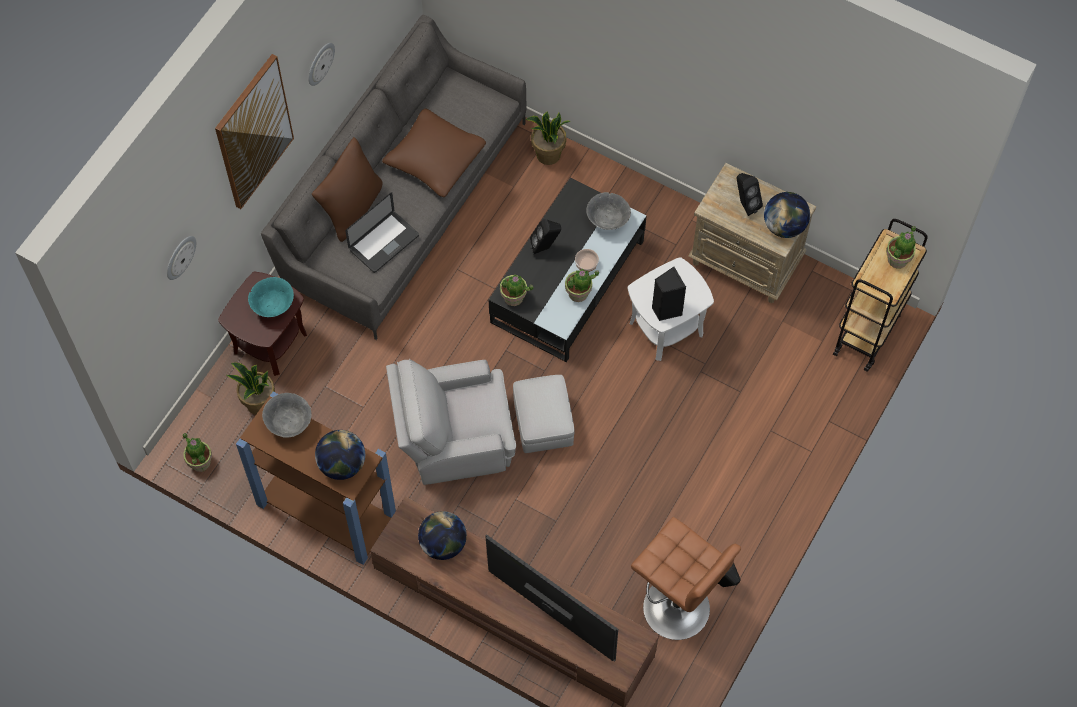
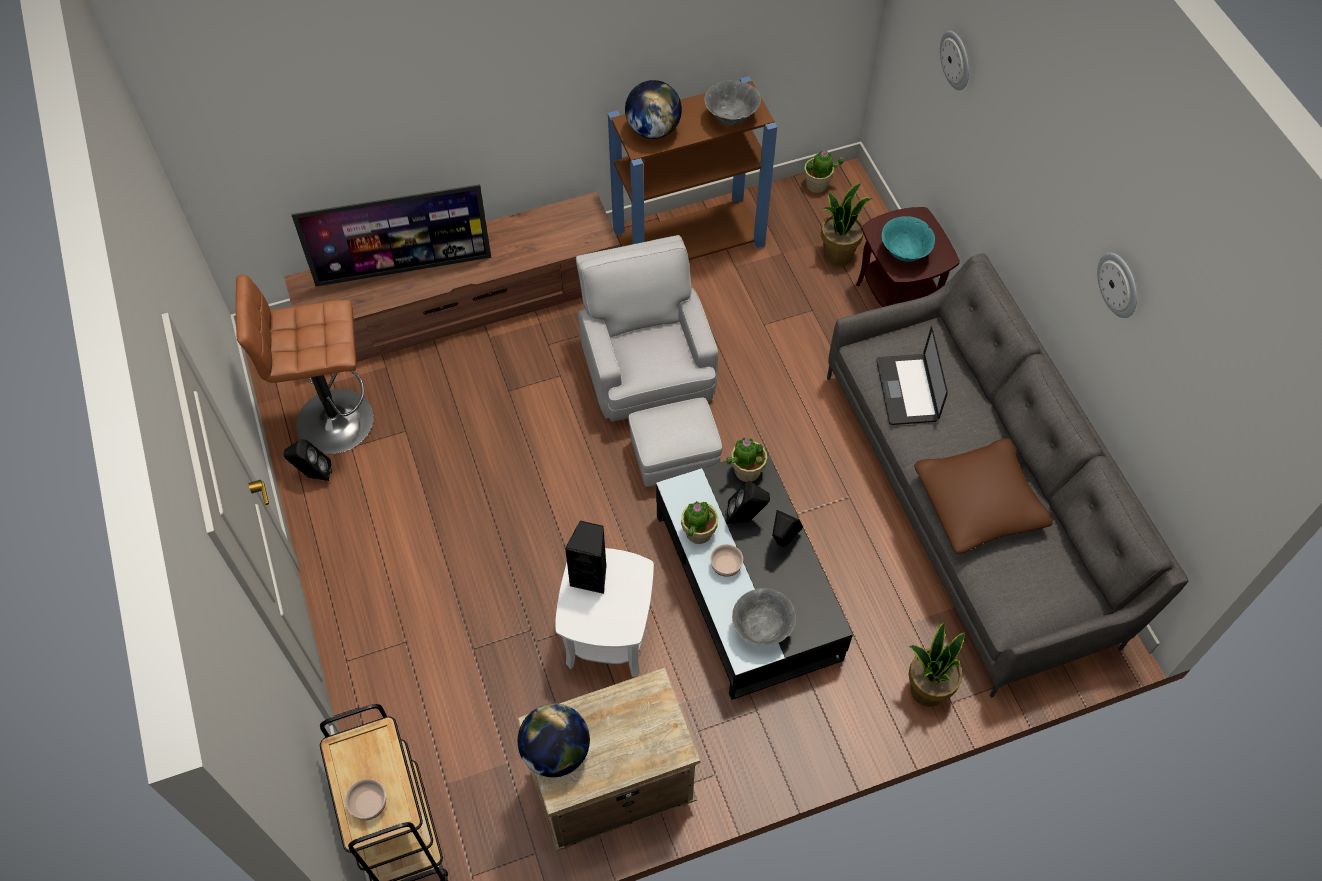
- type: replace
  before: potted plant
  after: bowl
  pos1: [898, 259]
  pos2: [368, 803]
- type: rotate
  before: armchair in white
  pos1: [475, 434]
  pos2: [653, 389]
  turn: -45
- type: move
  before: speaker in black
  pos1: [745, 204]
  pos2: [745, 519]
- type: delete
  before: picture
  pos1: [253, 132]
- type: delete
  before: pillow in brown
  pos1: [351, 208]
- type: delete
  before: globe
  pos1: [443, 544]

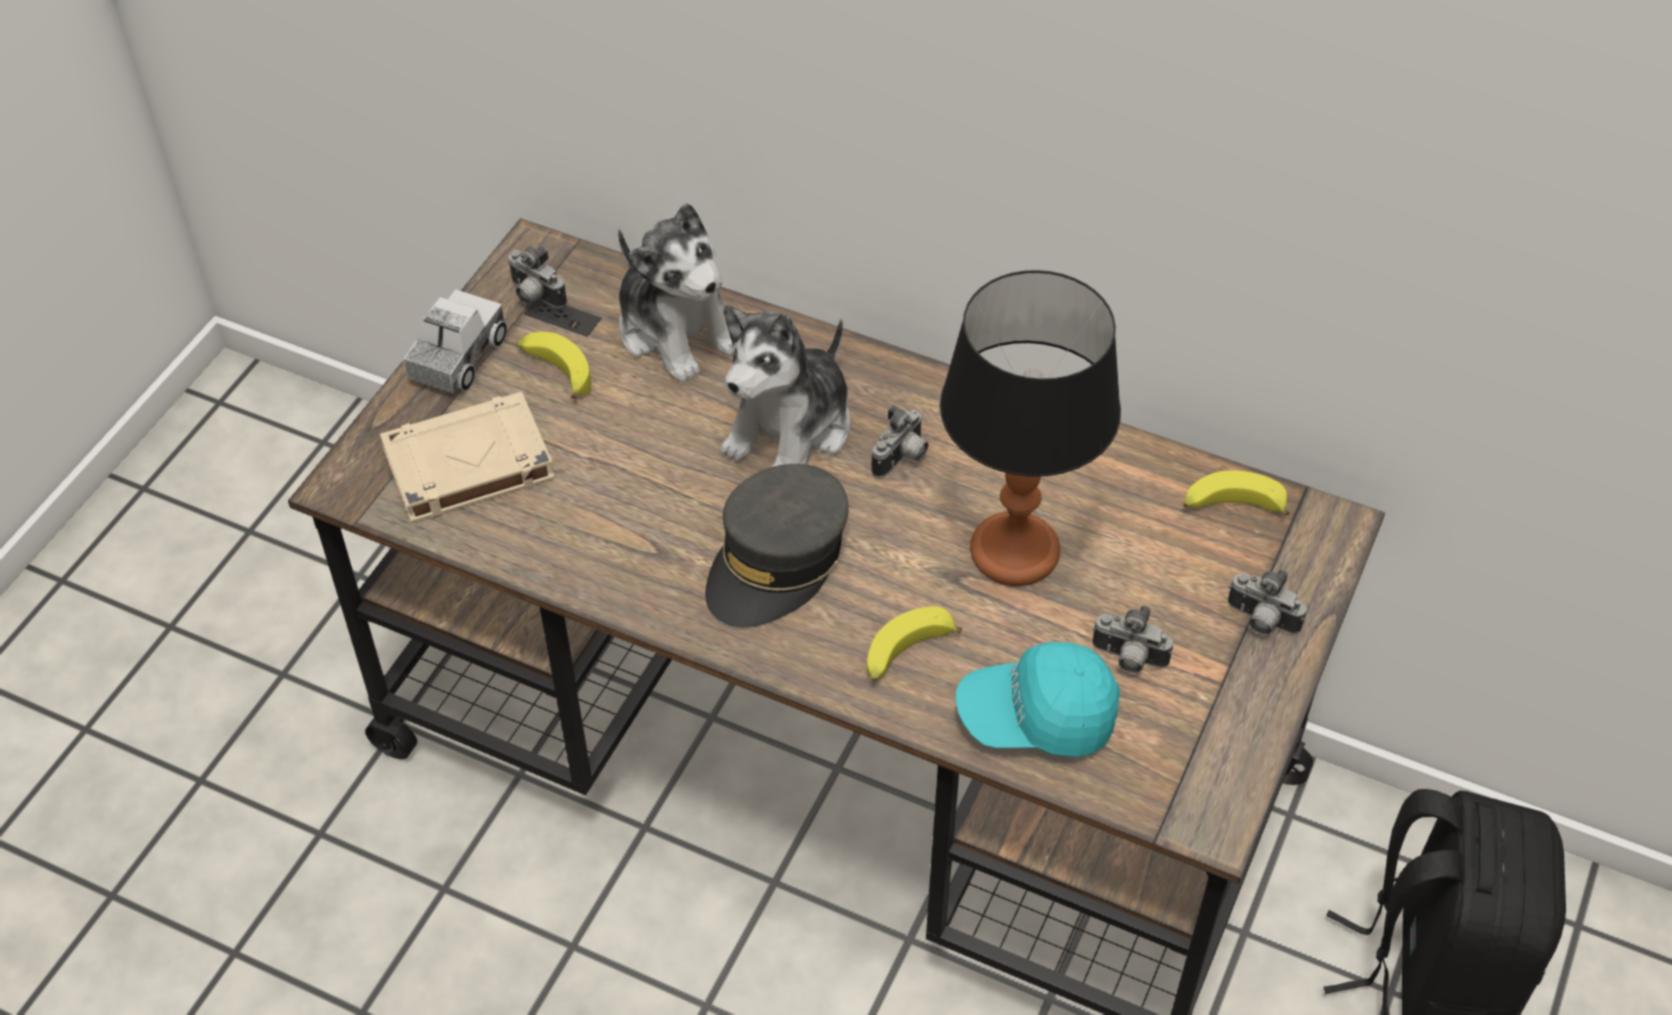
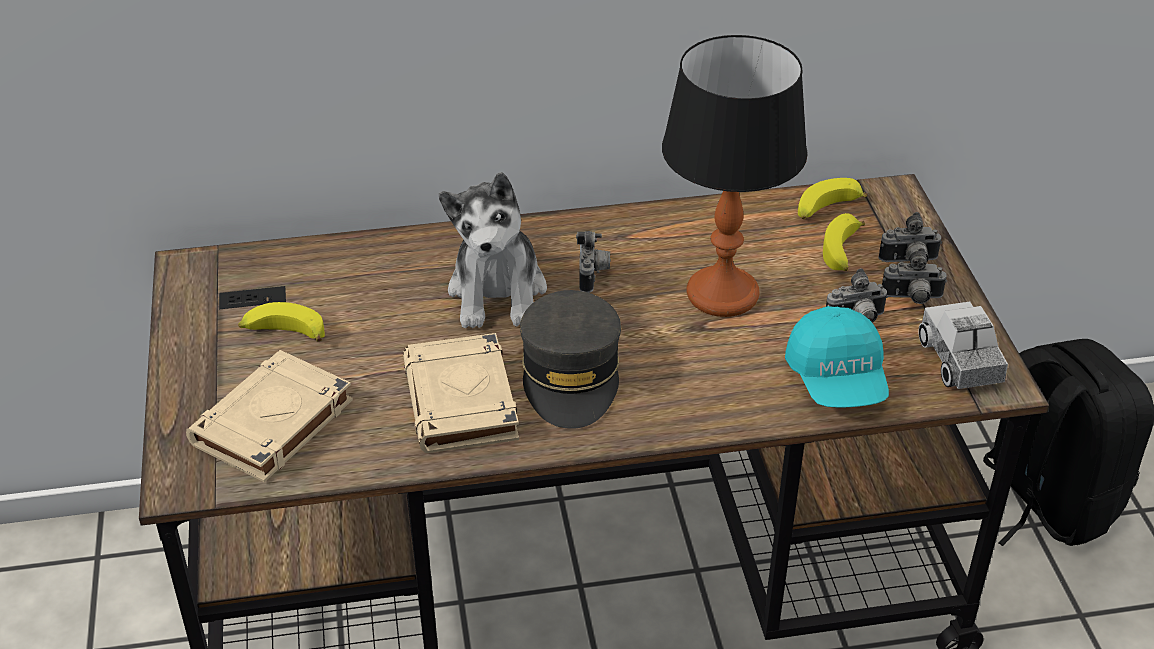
- type: insert
  after: book in beige
  pos2: [462, 402]
- type: rotate
  before: cap in turquoise
  pos1: [1037, 717]
  pos2: [837, 380]
  turn: -60
- type: move
  before: banana
  pos1: [907, 654]
  pos2: [842, 253]
- type: move
  before: photo camera
  pos1: [534, 296]
  pos2: [912, 299]
- type: move
  before: toy truck
  pos1: [457, 357]
  pos2: [960, 361]
- type: delete
  before: plush toy
  pos1: [677, 330]

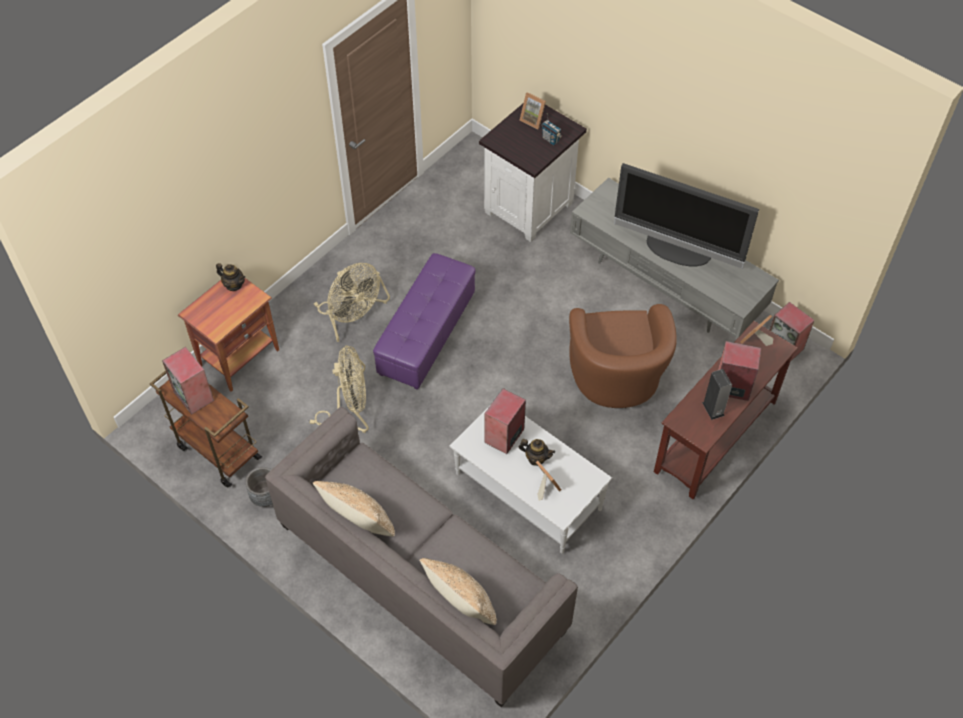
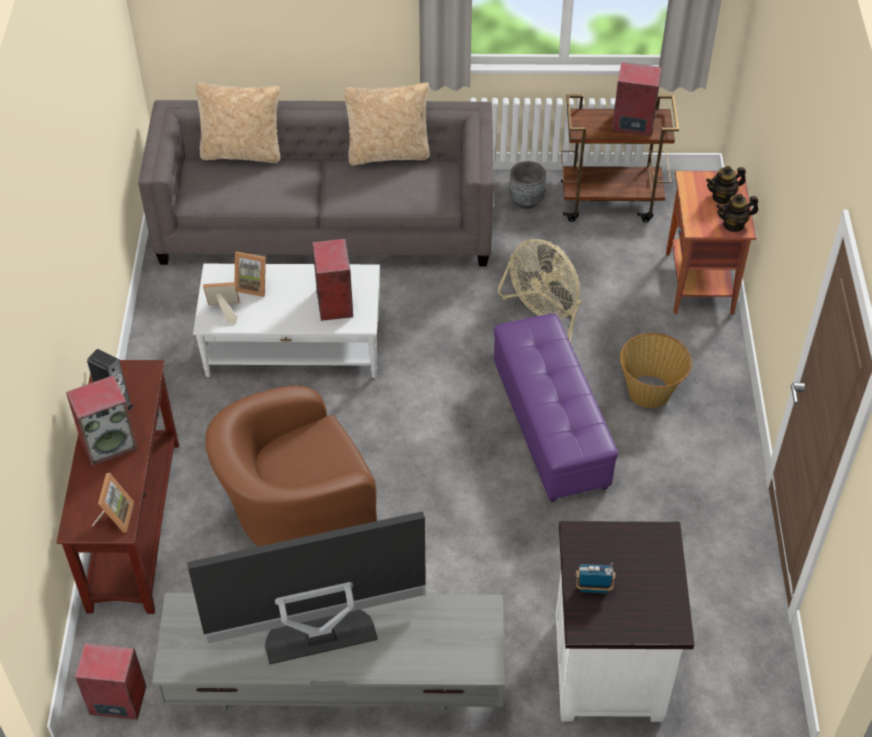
- type: move
  before: picture frame
  pos1: [533, 120]
  pos2: [224, 311]
- type: rotate
  before: armchair in brown
  pos1: [616, 380]
  pos2: [297, 515]
  turn: -75
- type: replace
  before: fan in beige
  after: basket
  pos1: [350, 315]
  pos2: [650, 391]
- type: move
  before: teapot
  pos1: [536, 458]
  pos2: [722, 197]

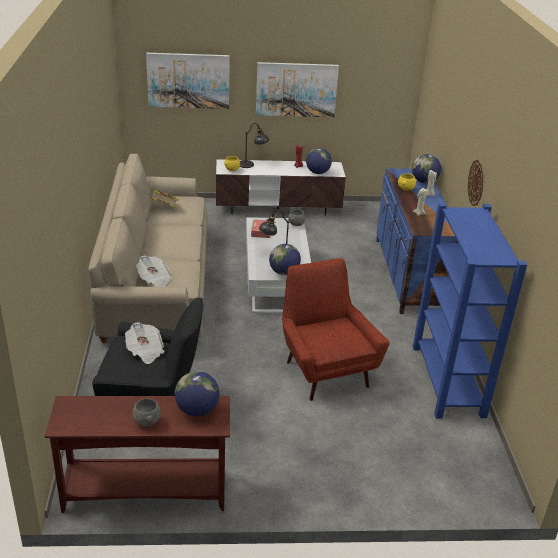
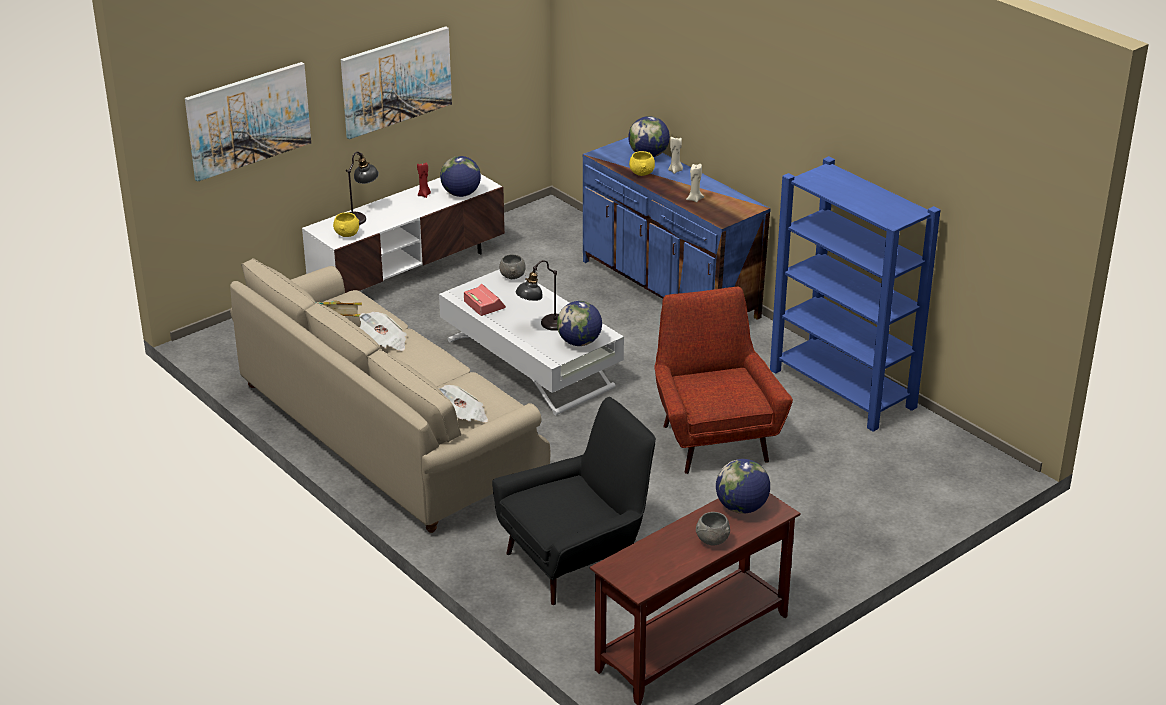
- type: move
  before: newspaper
  pos1: [145, 351]
  pos2: [384, 342]
- type: rotate
  before: armchair in red
  pos1: [325, 370]
  pos2: [713, 439]
  turn: 45
- type: delete
  before: wall clock
  pos1: [476, 183]

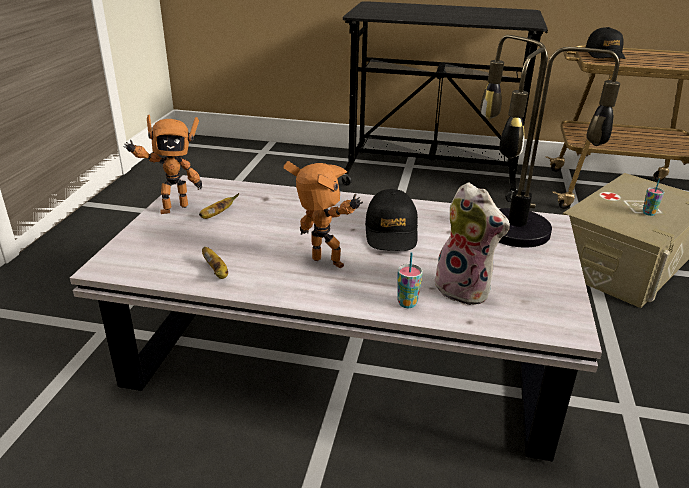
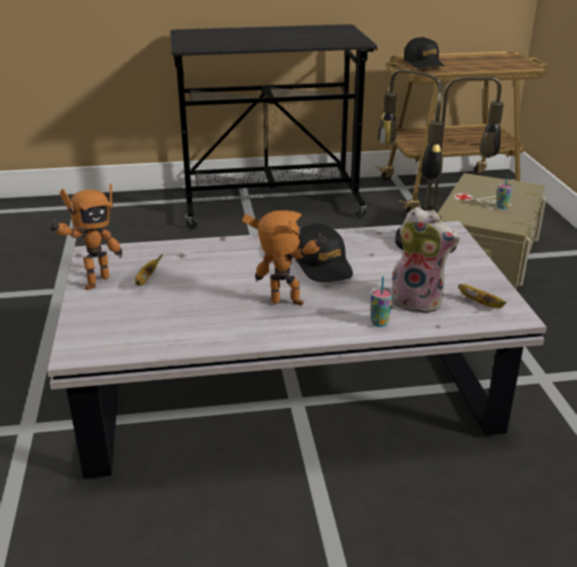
- type: move
  before: banana
  pos1: [217, 272]
  pos2: [482, 304]

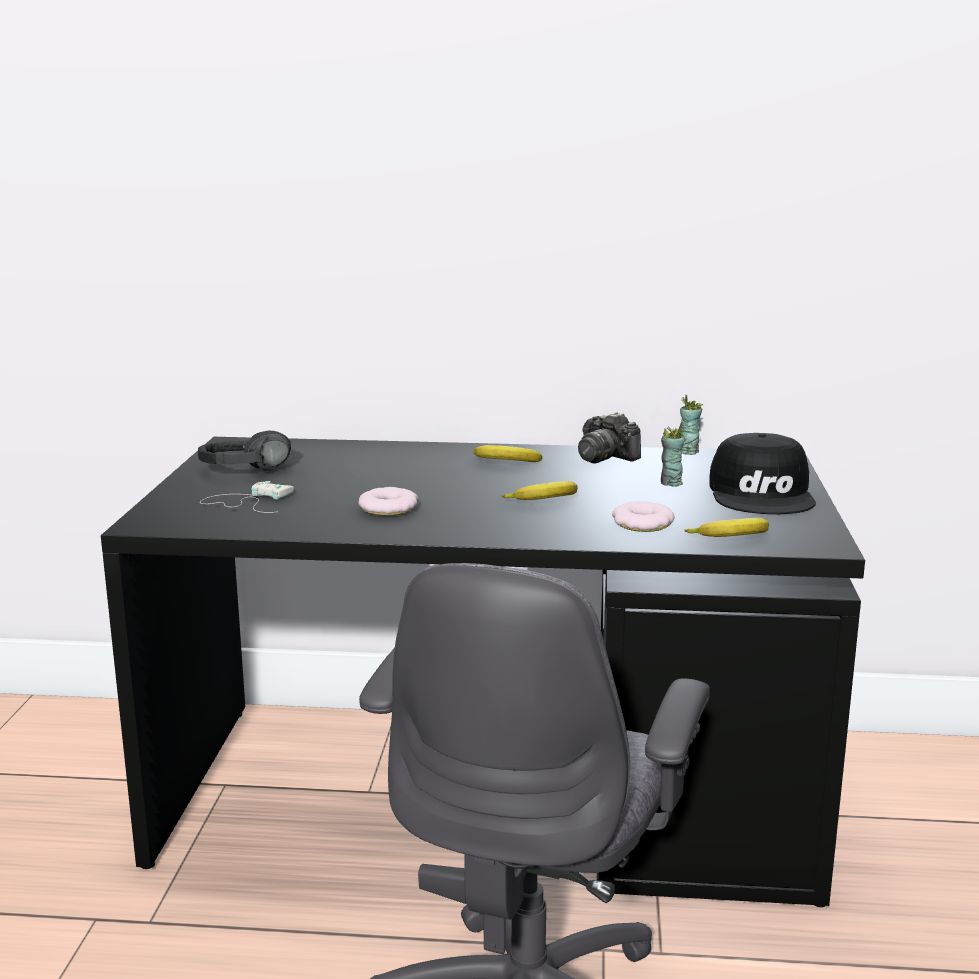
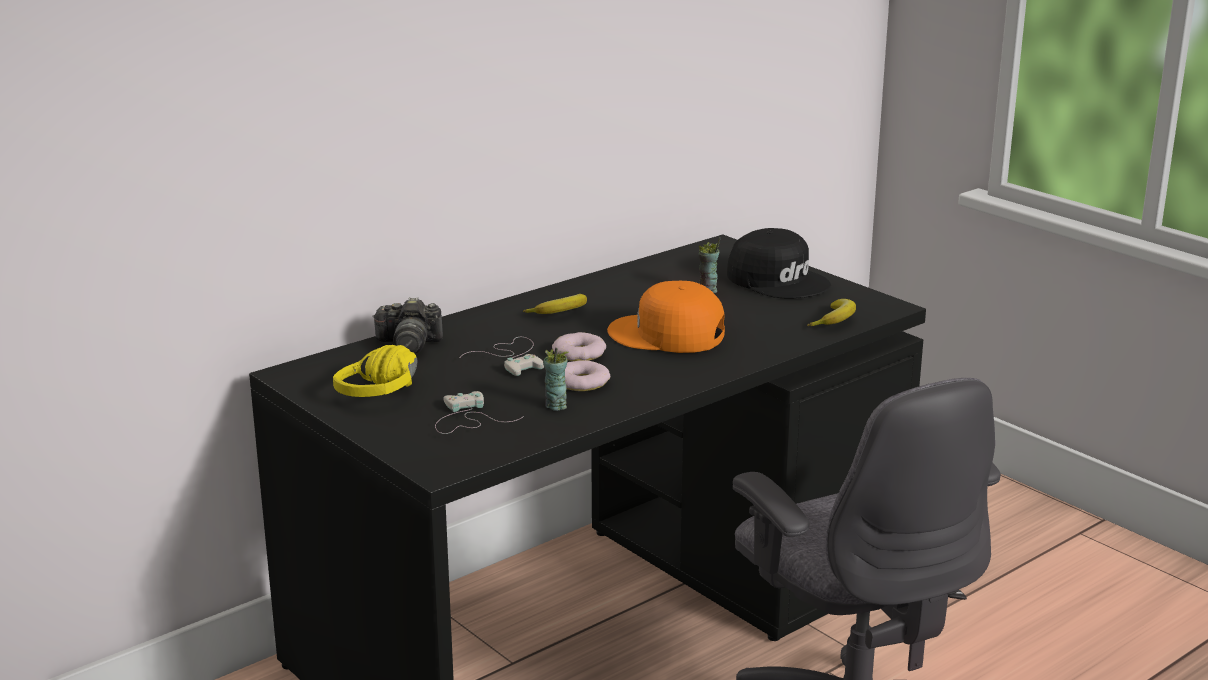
- type: recolor
  before: headphones in black
  after: headphones in yellow
  pos1: [248, 473]
  pos2: [392, 395]
- type: move
  before: photo camera
  pos1: [605, 457]
  pos2: [409, 344]
- type: insert
  after: game controller in white
  pos2: [512, 358]
- type: move
  before: cup
  pos1: [688, 452]
  pos2: [555, 405]
- type: move
  before: donut
  pos1: [642, 524]
  pos2: [579, 353]
- type: replace
  before: banana
  after: cap in orange
  pos1: [545, 501]
  pos2: [667, 335]

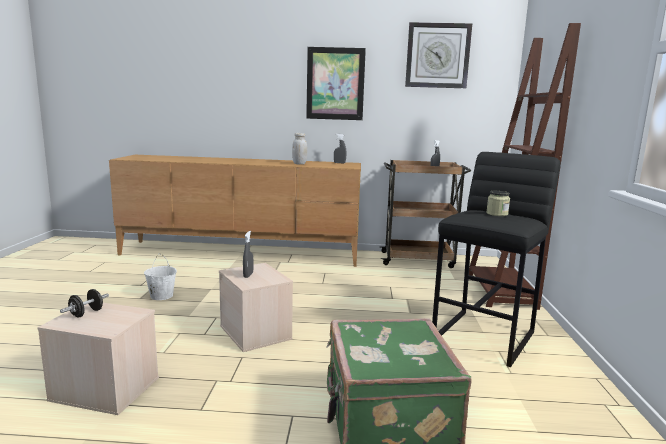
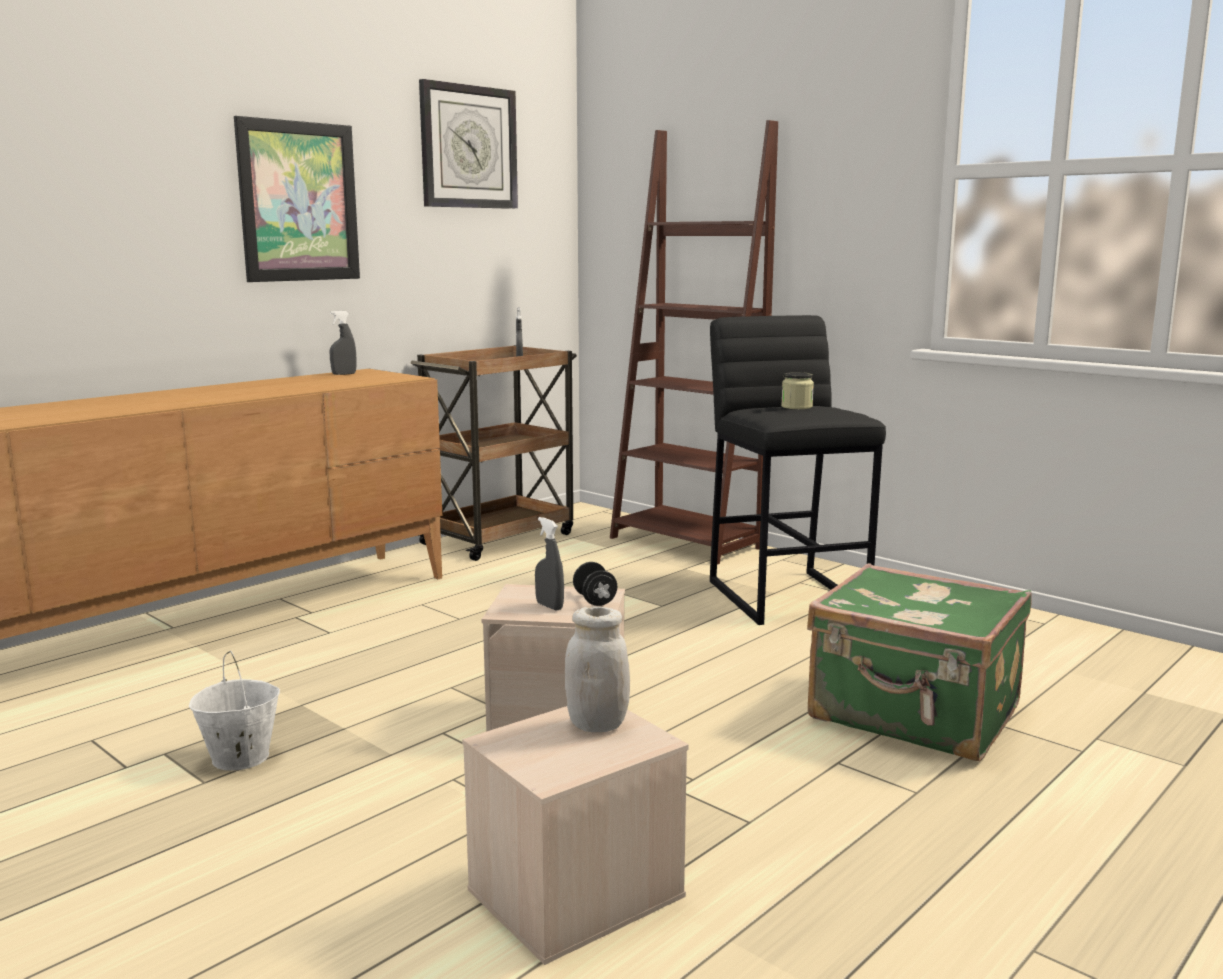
- type: move
  before: jar in white
  pos1: [299, 164]
  pos2: [597, 724]
- type: move
  before: dumbbell in black
  pos1: [86, 313]
  pos2: [595, 600]

